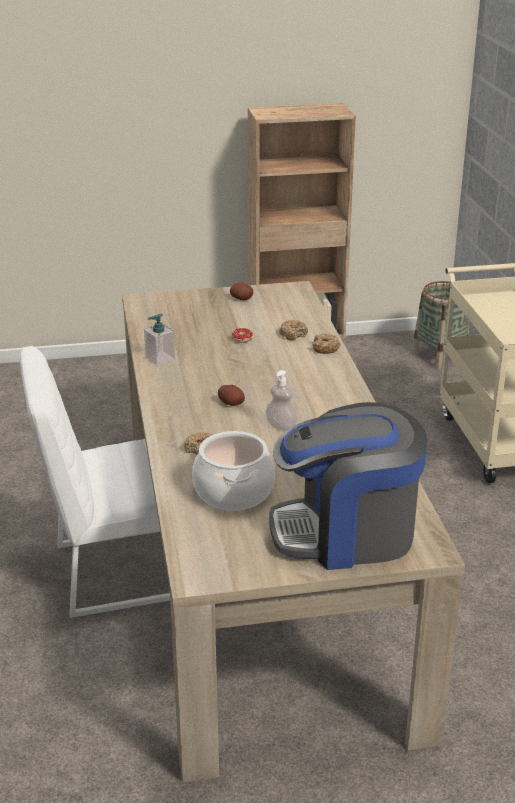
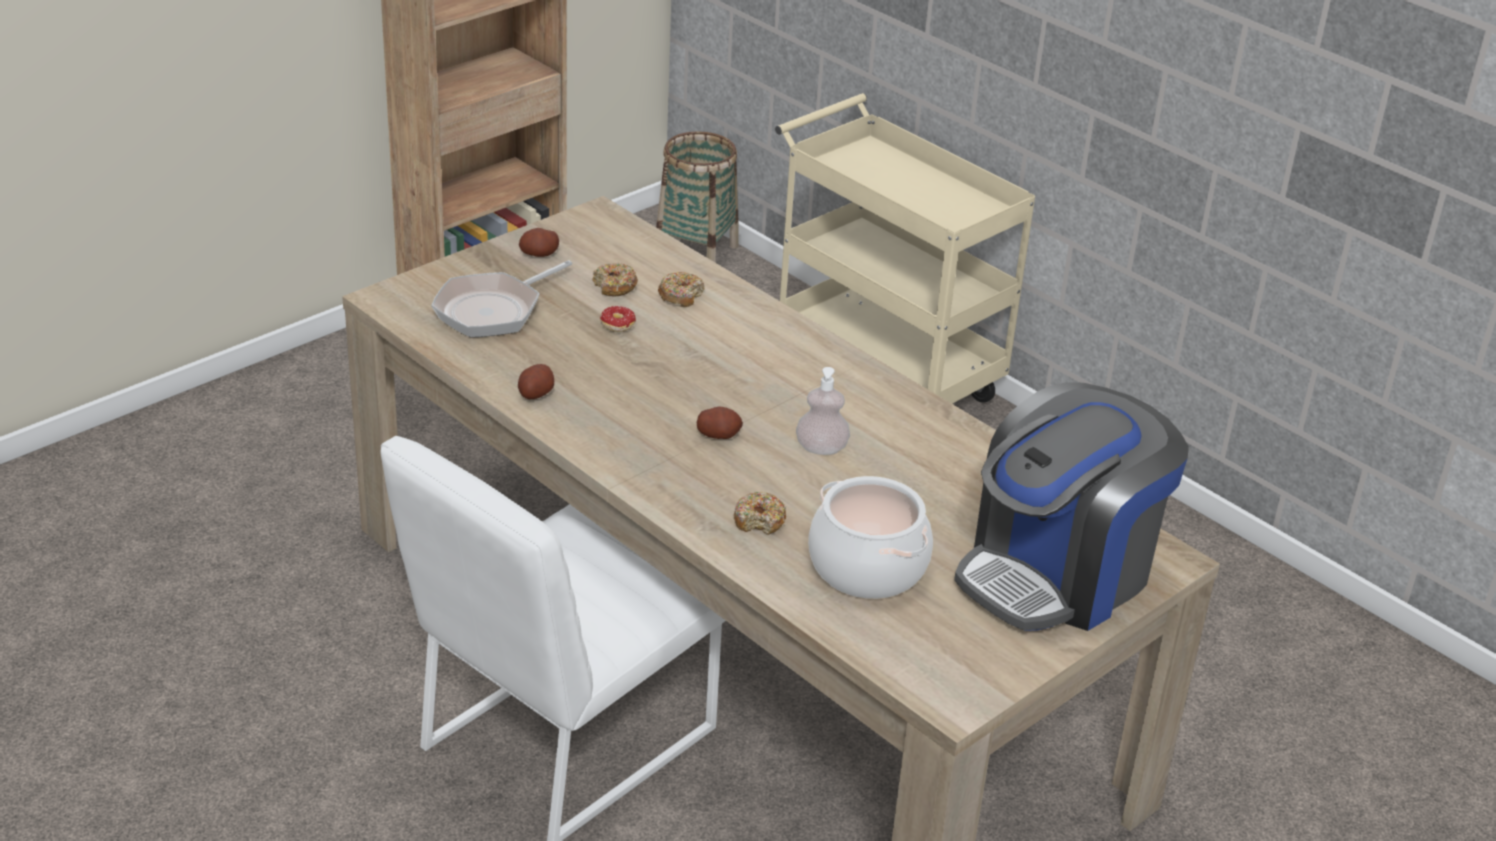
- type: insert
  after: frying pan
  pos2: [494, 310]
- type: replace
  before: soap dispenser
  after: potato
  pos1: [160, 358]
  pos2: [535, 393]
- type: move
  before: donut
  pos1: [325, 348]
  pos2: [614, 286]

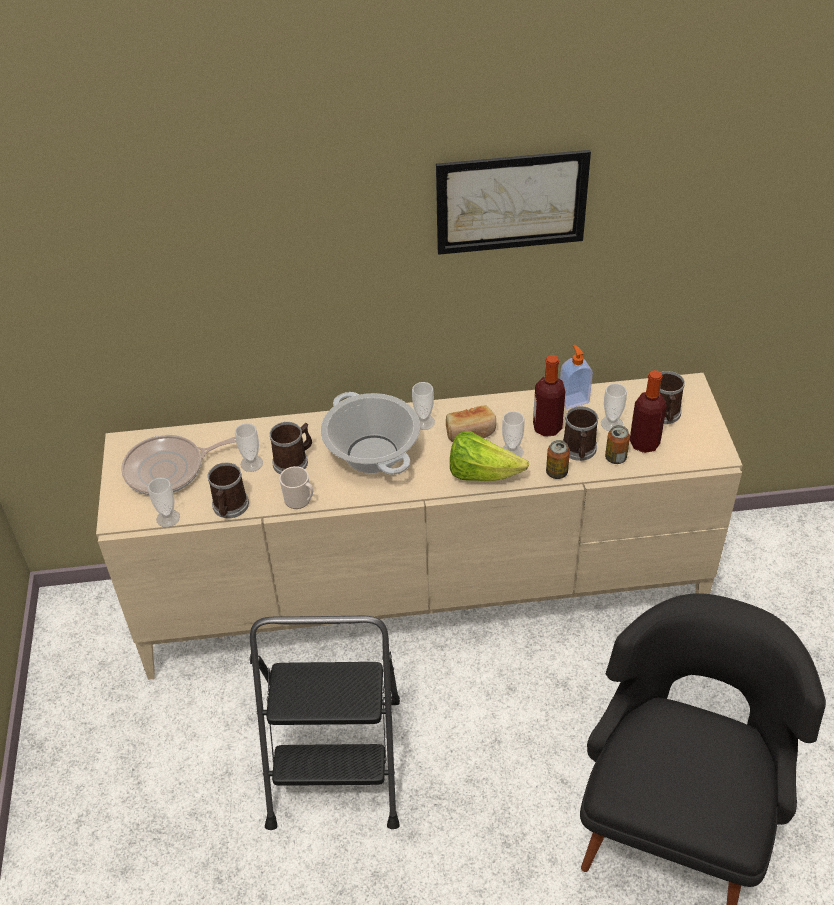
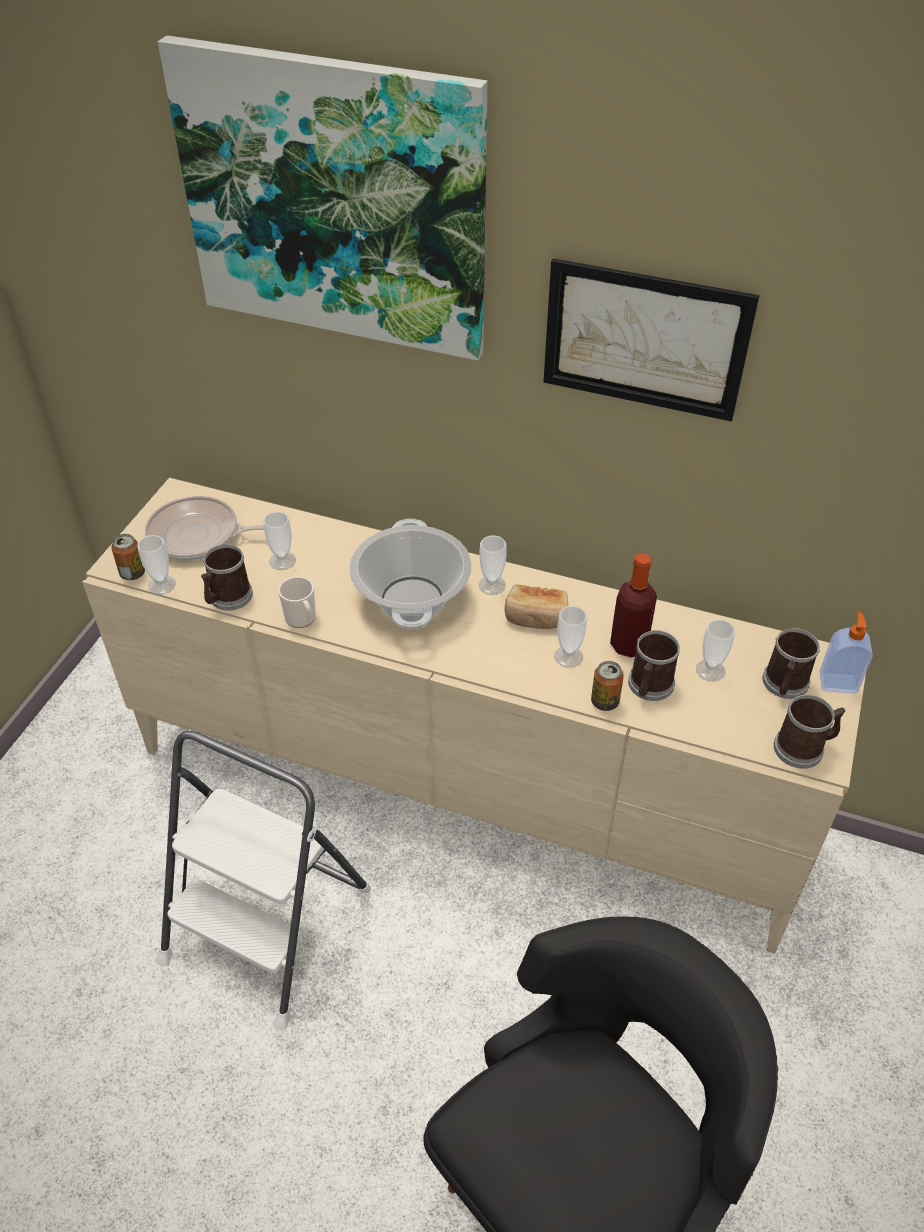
- type: move
  before: can
  pos1: [615, 458]
  pos2: [132, 573]
- type: recolor
  before: step ladder in black
  after: step ladder in white
  pos1: [337, 755]
  pos2: [273, 917]
- type: insert
  after: picture
  pos2: [334, 201]
- type: move
  before: mug
  pos1: [294, 461]
  pos2: [804, 748]
- type: move
  before: soap dispenser
  pos1: [573, 399]
  pos2: [837, 682]
- type: delete
  before: lettuce
  pos1: [482, 474]
- type: delete
  before: bottle
  pos1: [644, 443]

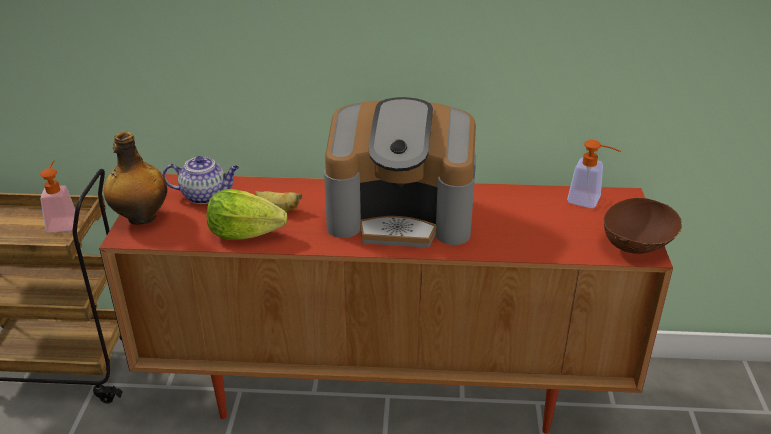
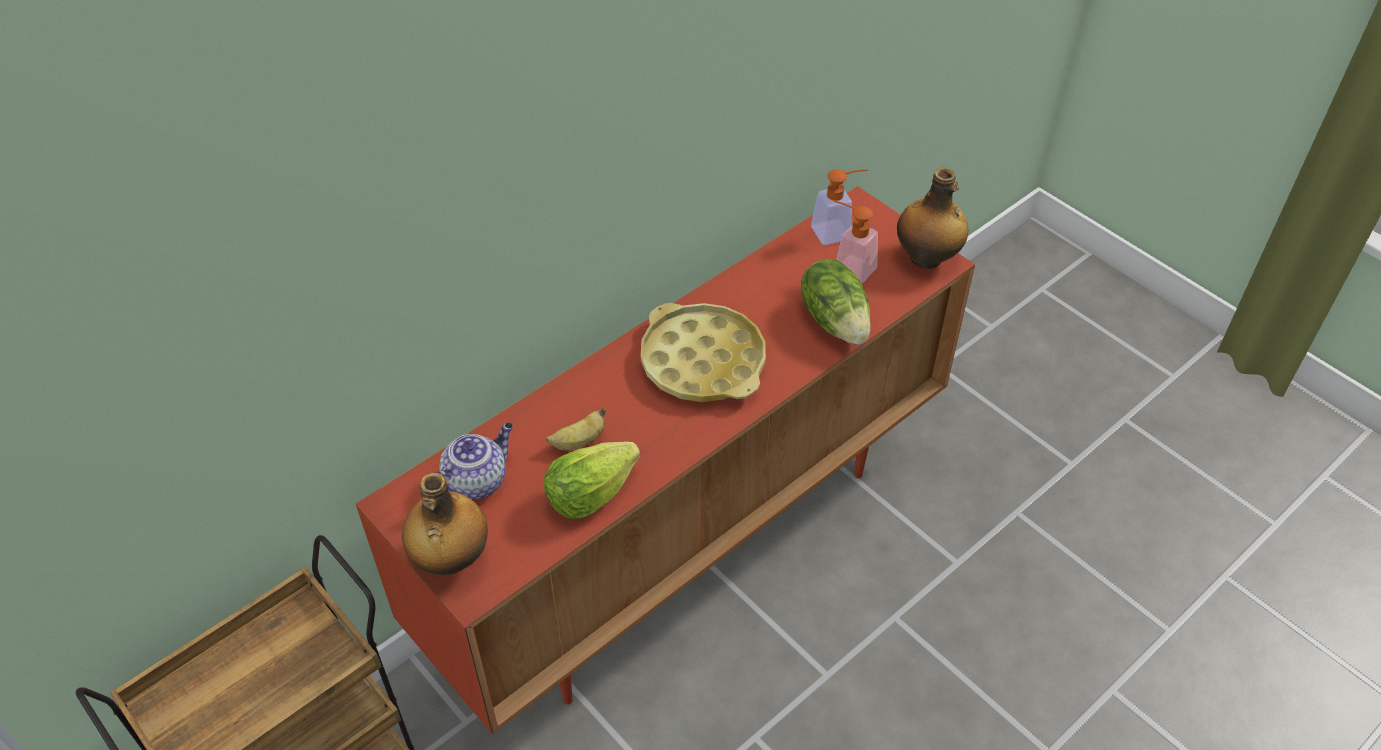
- type: replace
  before: coffee machine
  after: tray in yellow
  pos1: [402, 214]
  pos2: [703, 361]
- type: insert
  after: lettuce
  pos2: [835, 320]
- type: move
  before: soap dispenser
  pos1: [63, 221]
  pos2: [848, 267]
- type: replace
  before: bowl in brown
  after: bottle
  pos1: [637, 245]
  pos2: [927, 258]

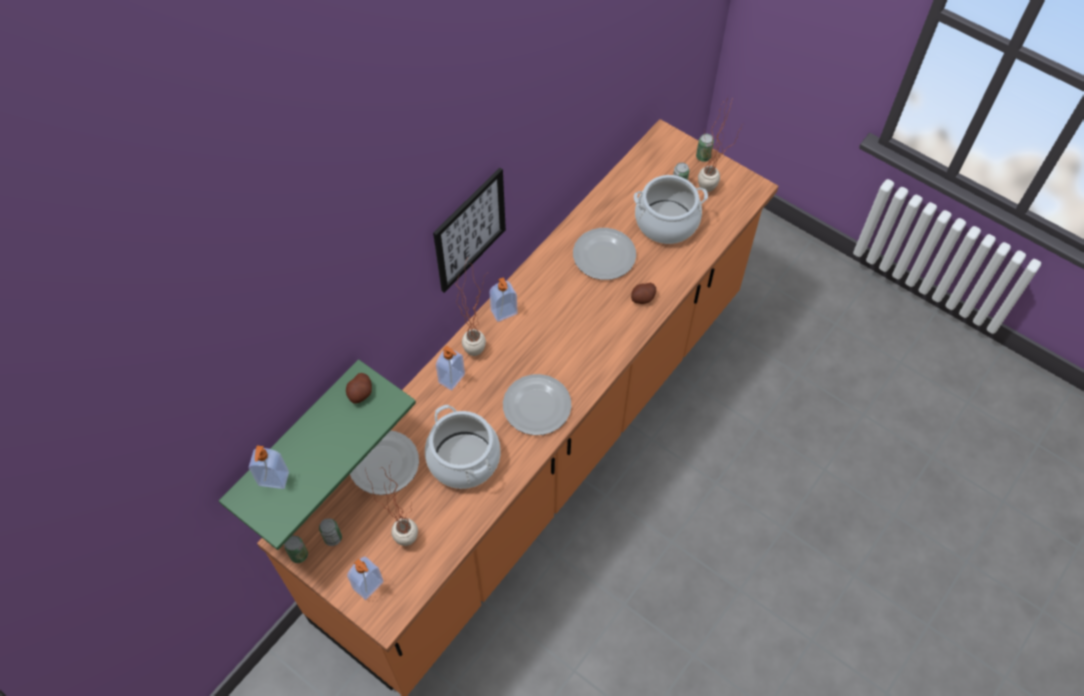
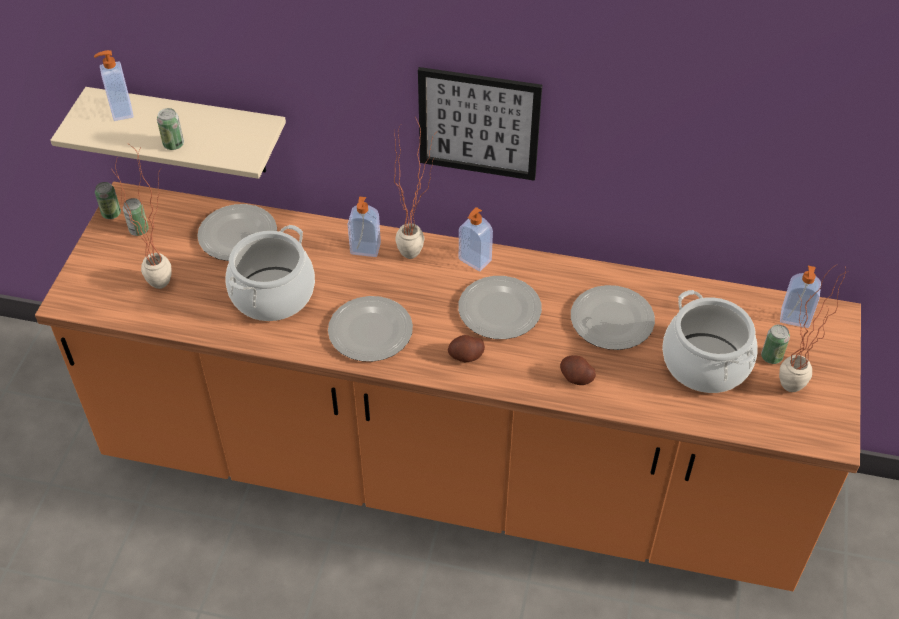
- type: recolor
  before: shelf in green
  after: shelf in beige
  pos1: [297, 443]
  pos2: [190, 131]
- type: move
  before: can
  pos1: [703, 157]
  pos2: [173, 144]
- type: move
  before: potato
  pos1: [360, 393]
  pos2: [466, 356]
- type: insert
  after: plate
  pos2: [500, 309]
- type: move
  before: soap dispenser
  pos1: [369, 586]
  pos2: [794, 319]

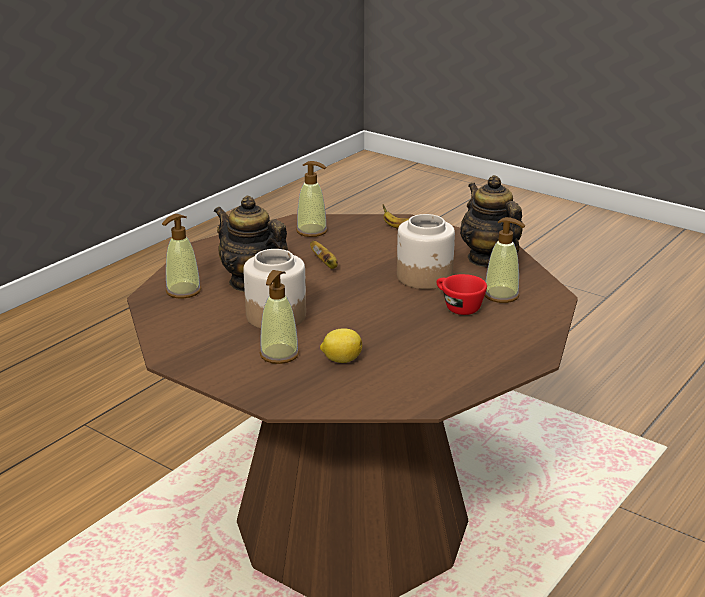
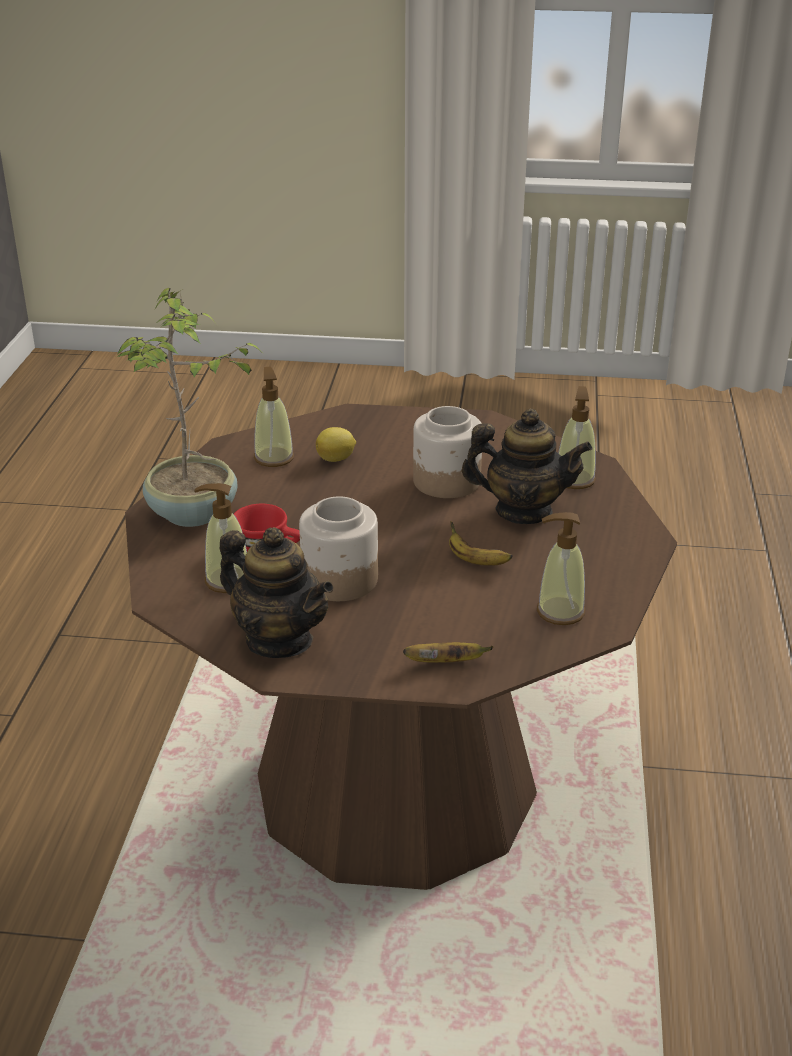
- type: insert
  after: potted plant
  pos2: [193, 514]
- type: move
  before: soap dispenser
  pos1: [279, 355]
  pos2: [274, 458]

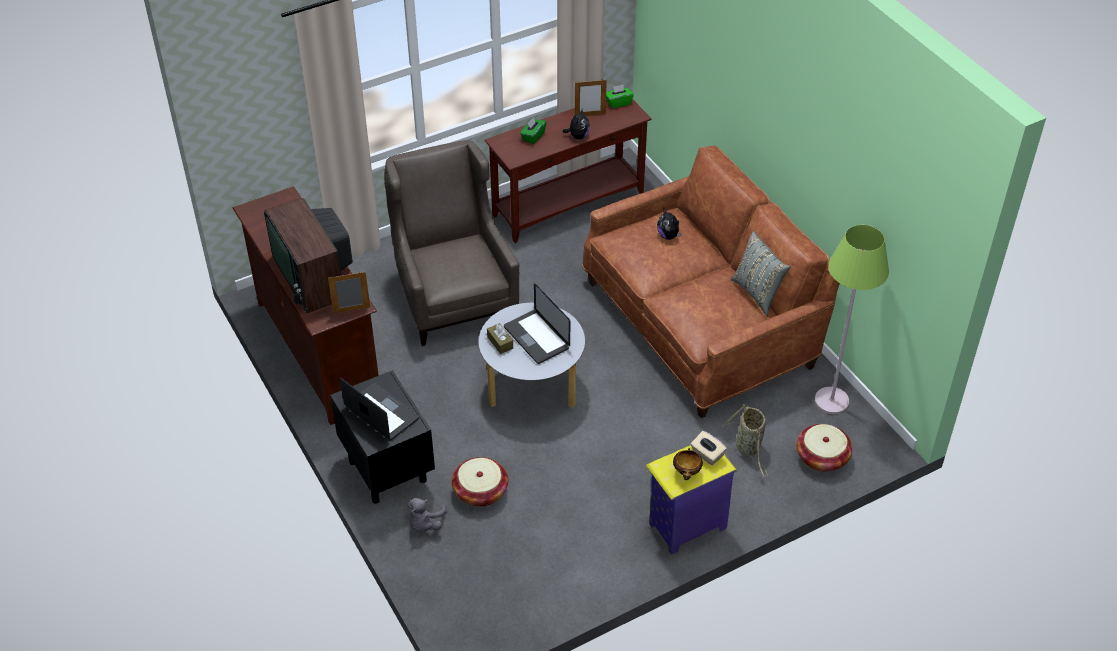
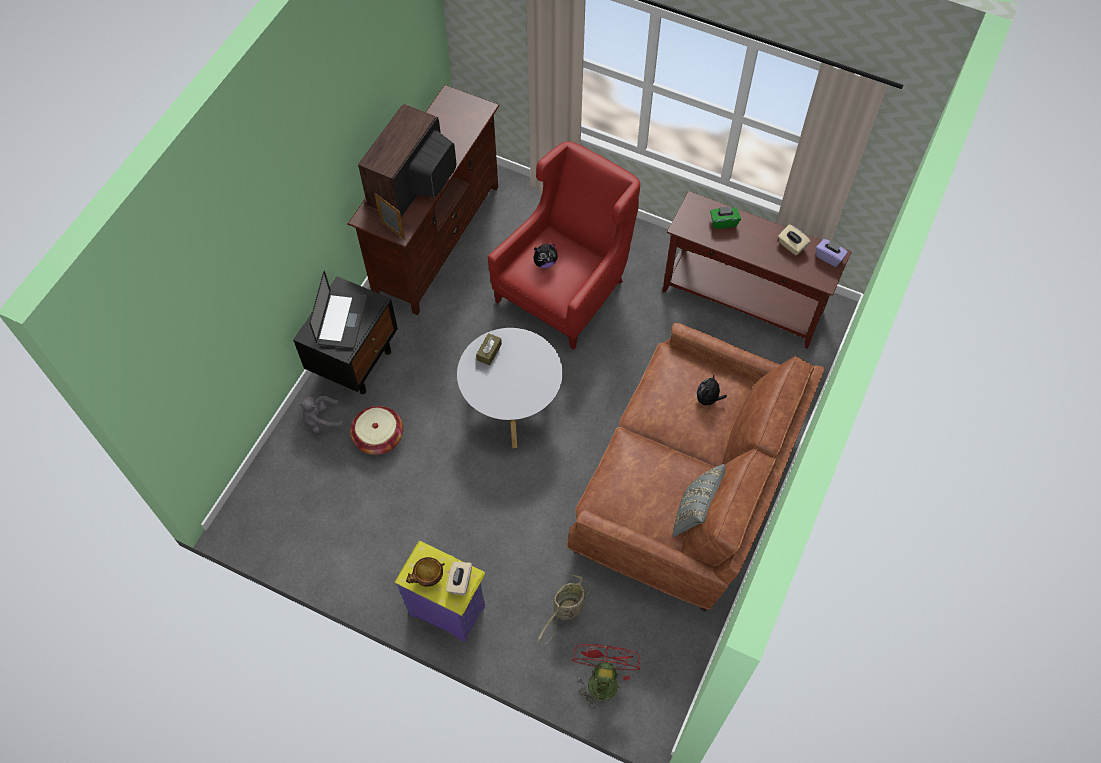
- type: recolor
  before: armchair in grey
  after: armchair in red
  pos1: [453, 297]
  pos2: [565, 289]
- type: move
  before: plush toy
  pos1: [578, 136]
  pos2: [545, 262]
- type: replace
  before: basket
  after: fan in red
  pos1: [822, 457]
  pos2: [602, 678]
- type: replace
  before: picture frame
  after: tissue box in beige
  pos1: [590, 115]
  pos2: [791, 246]
- type: recolor
  before: tissue box in green
  after: tissue box in purple
  pos1: [618, 103]
  pos2: [829, 257]
- type: delete
  before: laptop
  pos1: [536, 338]
- type: delete
  before: floor lamp in green
  pos1: [831, 401]

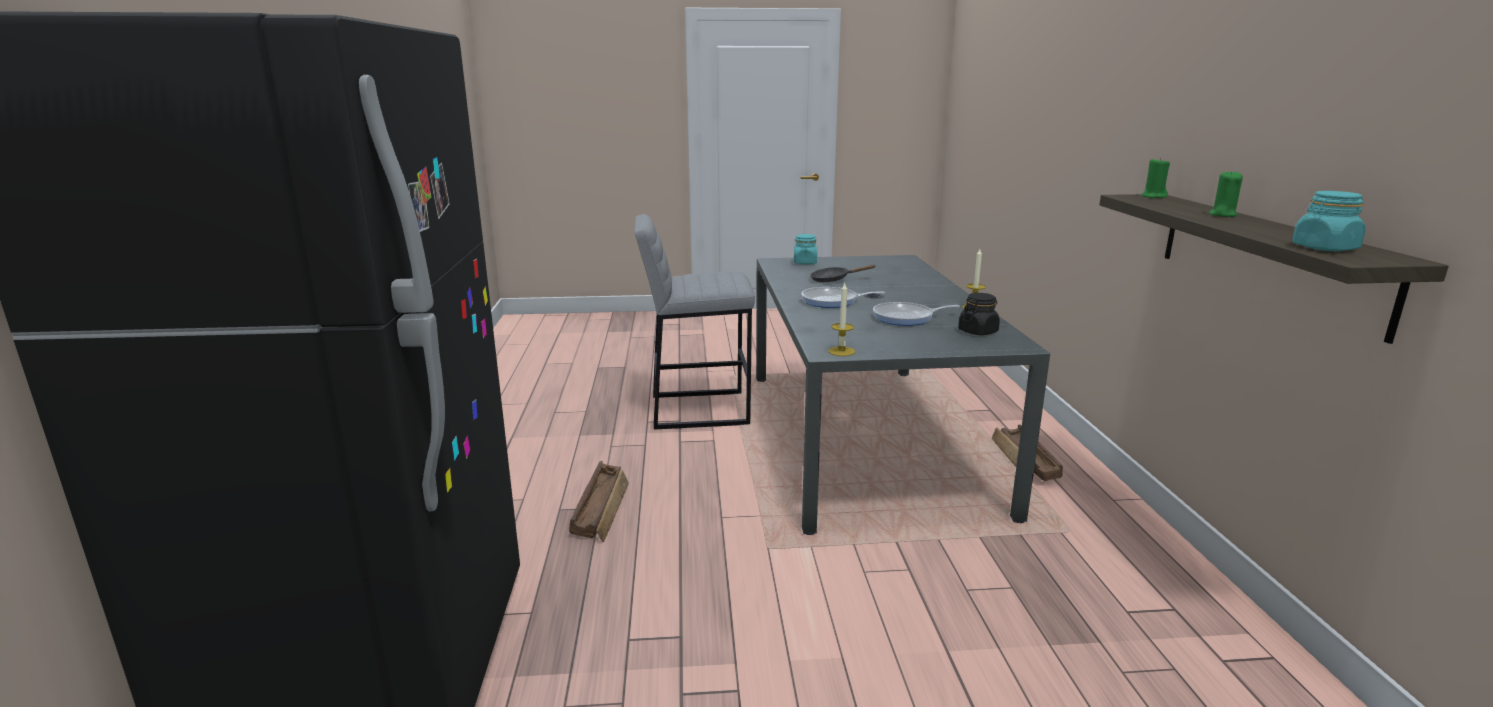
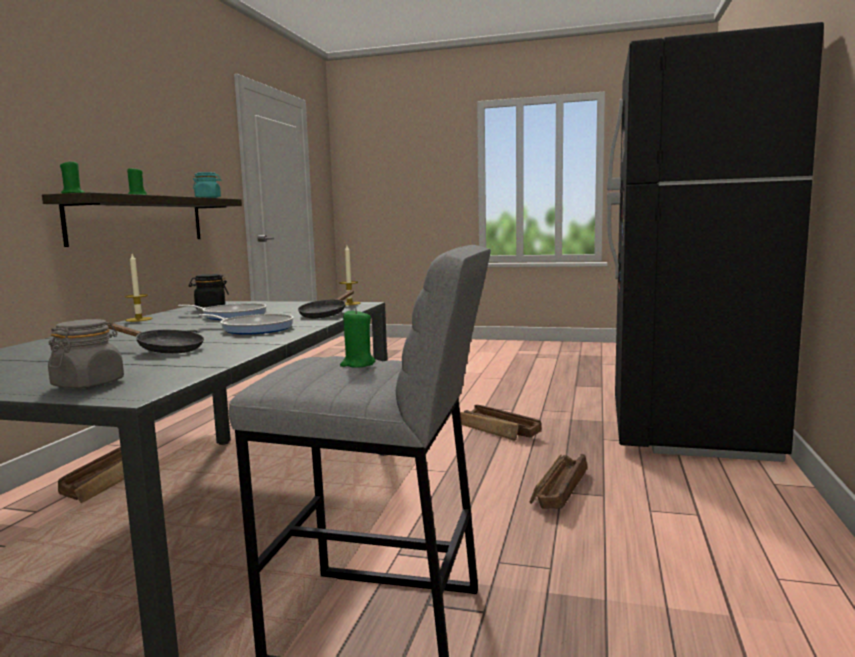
- type: recolor
  before: jar in turquoise
  after: jar in grey
  pos1: [805, 262]
  pos2: [89, 384]
- type: insert
  after: frying pan in black
  pos2: [325, 315]
- type: insert
  after: candle in green
  pos2: [357, 364]
- type: insert
  after: crate
  pos2: [498, 431]

